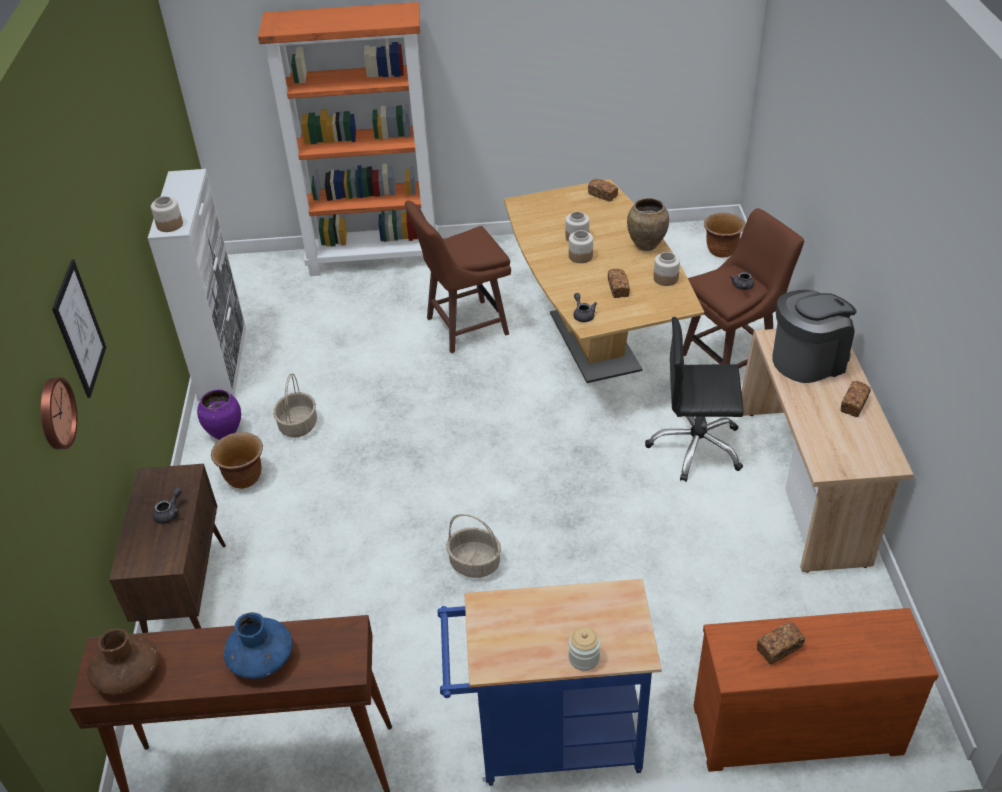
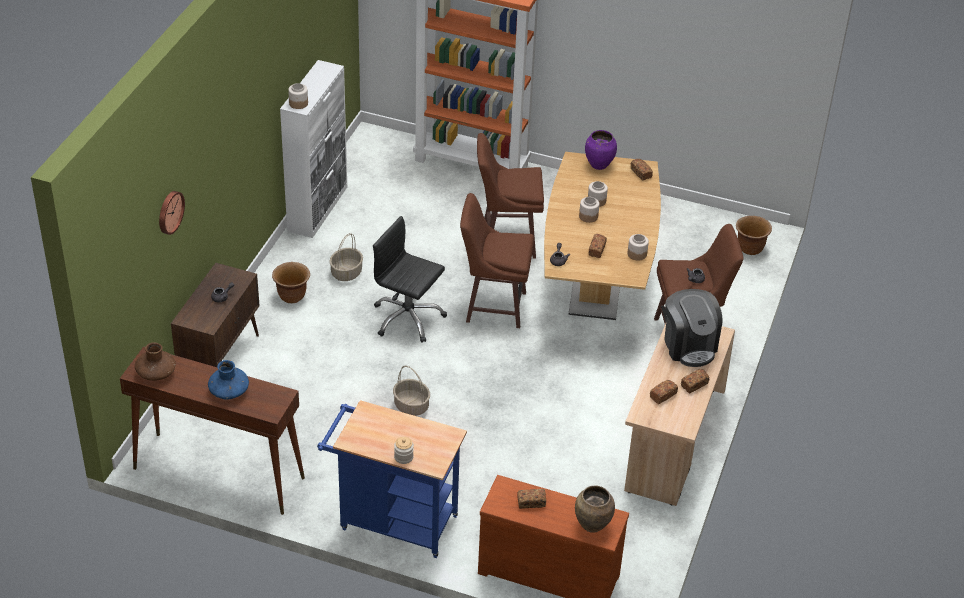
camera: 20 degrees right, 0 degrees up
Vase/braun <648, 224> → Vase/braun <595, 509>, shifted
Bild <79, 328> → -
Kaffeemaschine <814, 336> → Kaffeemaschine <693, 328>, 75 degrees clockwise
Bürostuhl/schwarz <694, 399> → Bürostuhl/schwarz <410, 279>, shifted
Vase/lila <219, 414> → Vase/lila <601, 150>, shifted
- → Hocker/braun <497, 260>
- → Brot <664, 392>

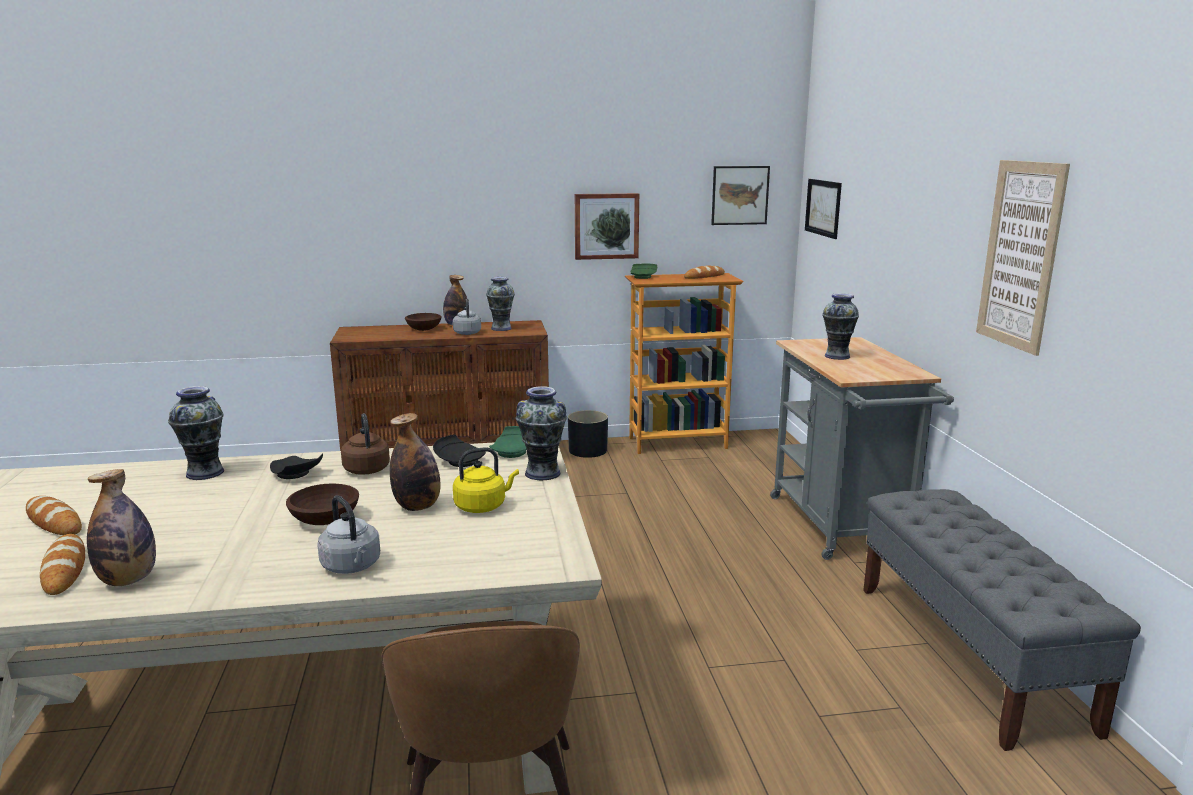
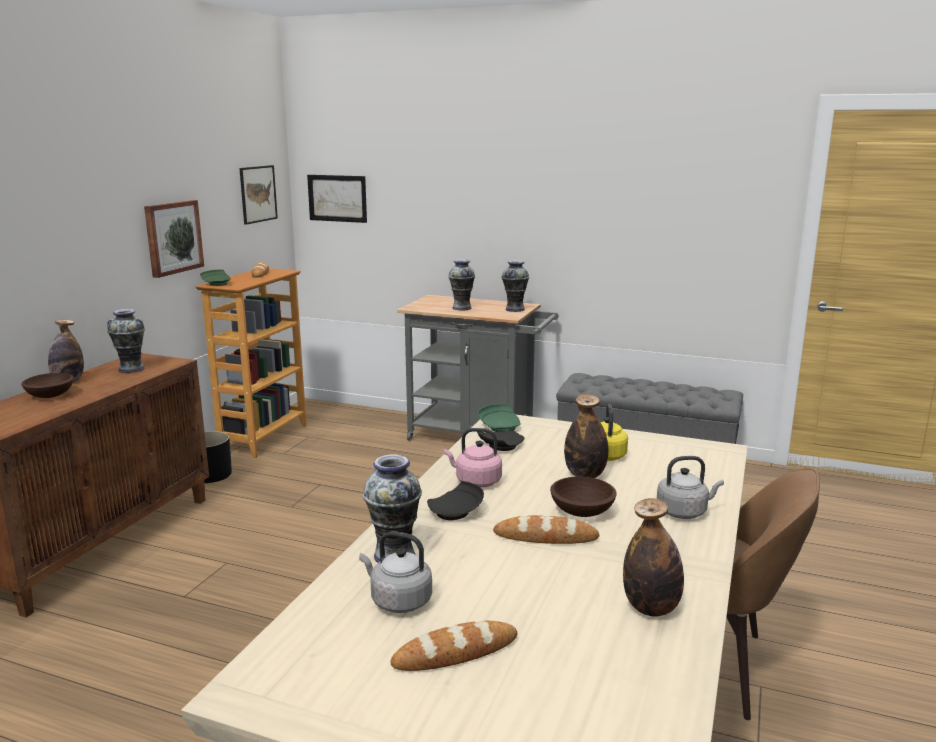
camera: 60 degrees left, 0 degrees up
Bild <1023, 258> → -
Wasserkessel/grau <467, 317> → Wasserkessel/grau <395, 572>, shifted
Vase <541, 433> → Vase <515, 286>, shifted
Wasserkessel/braun <365, 444> → Wasserkessel/rosa <473, 458>
Brot <62, 564> → Brot <546, 529>, shifted

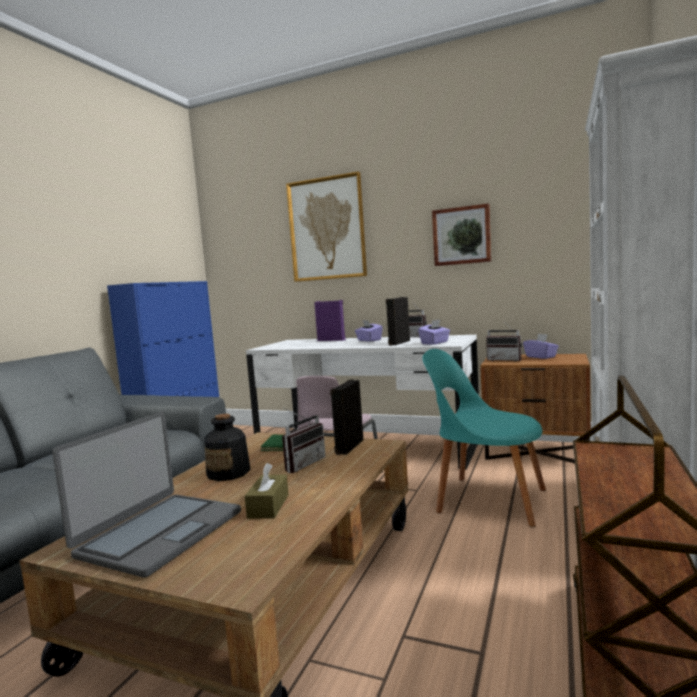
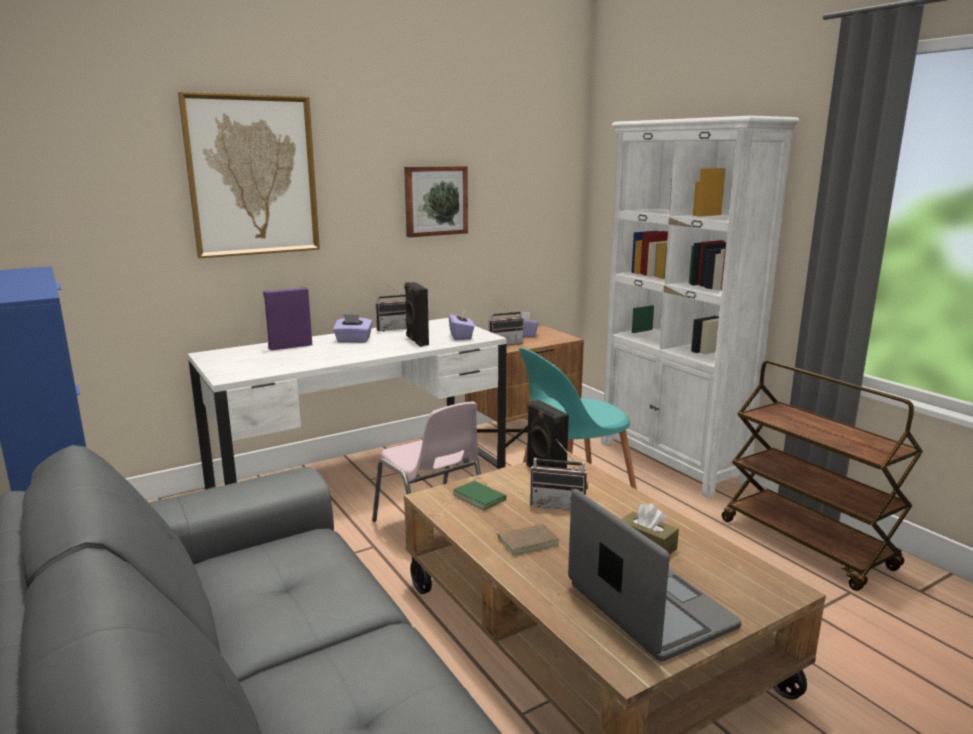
camera: 55 degrees left, 10 degrees up
Radio <304, 440> → Radio <559, 474>, 120 degrees clockwise
Flasche <227, 447> → Buch/braun <526, 540>

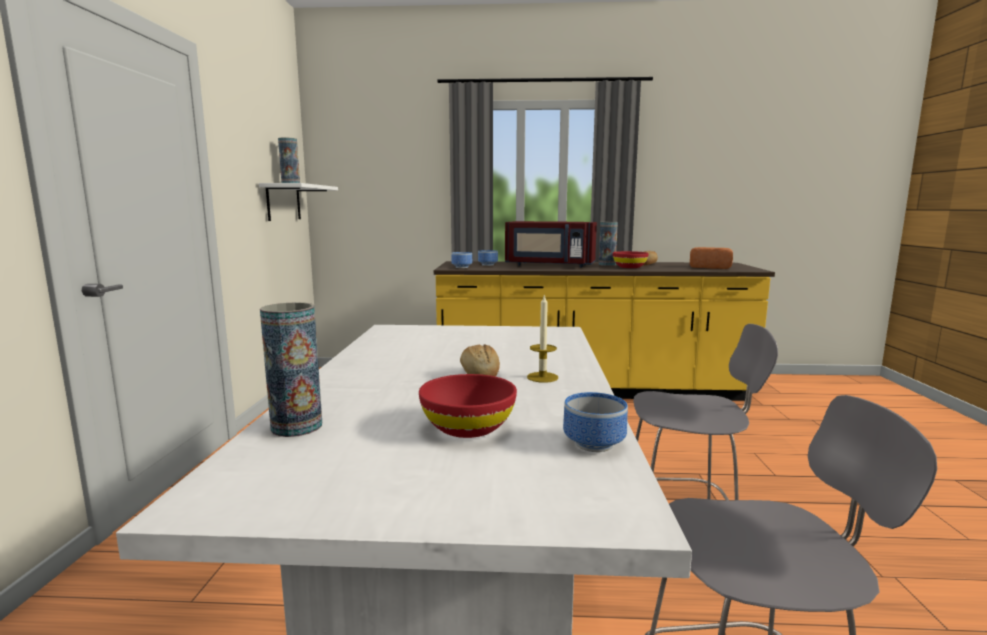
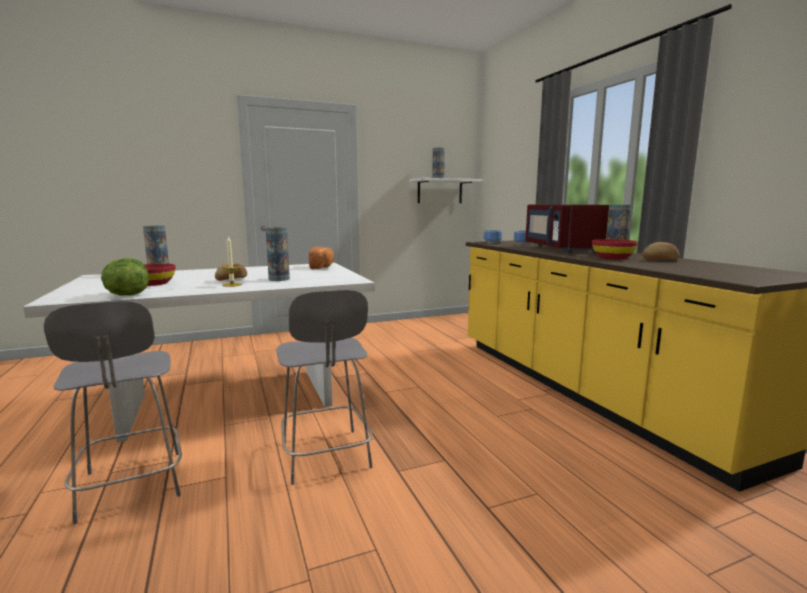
camera: 65 degrees right, 0 degrees up
Brot <711, 258> → Brot <321, 258>, shifted
Schüssel <595, 422> → Salatkopf <125, 277>
- → Vase <278, 254>

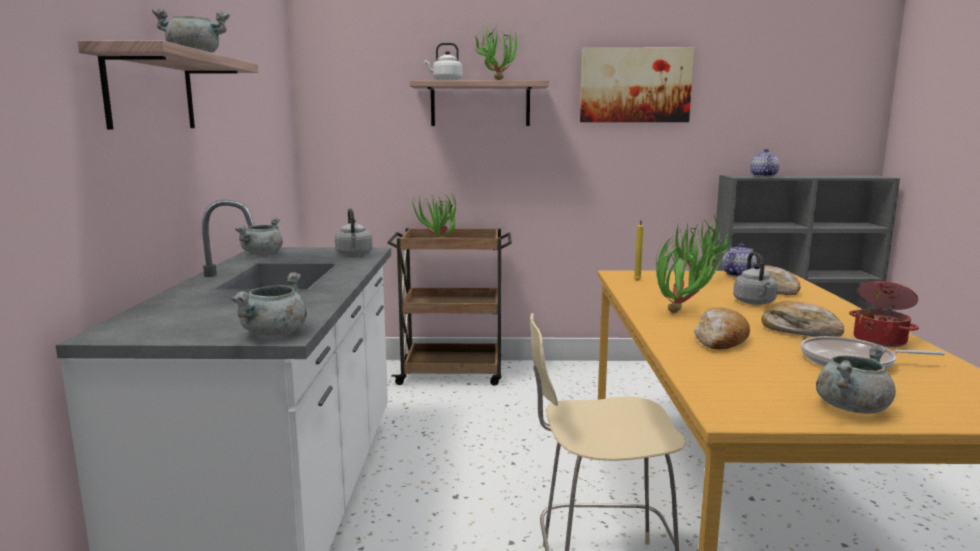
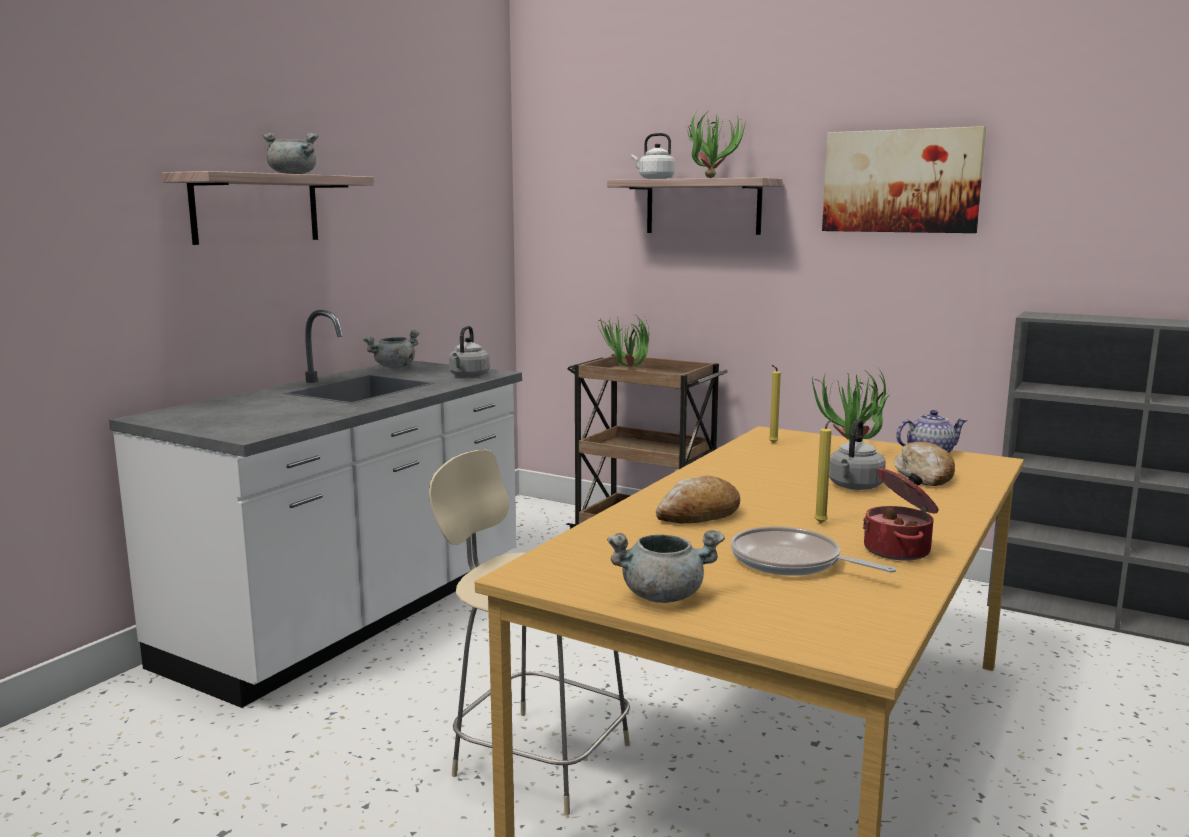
camera: 30 degrees right, 0 degrees up
Teekanne <765, 163> → -
Topfpflanze <690, 275> → -
Kochtopf/grau <269, 304> → -
Brot <803, 319> → Kerze/gelb <824, 470>

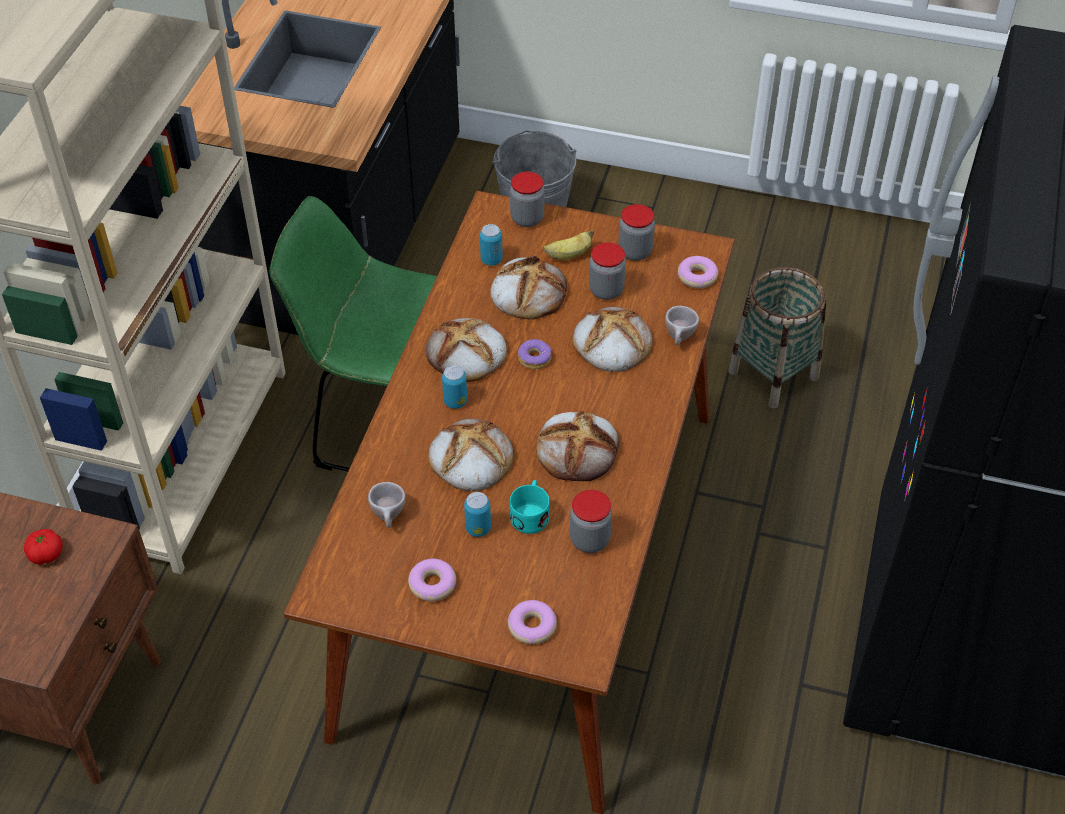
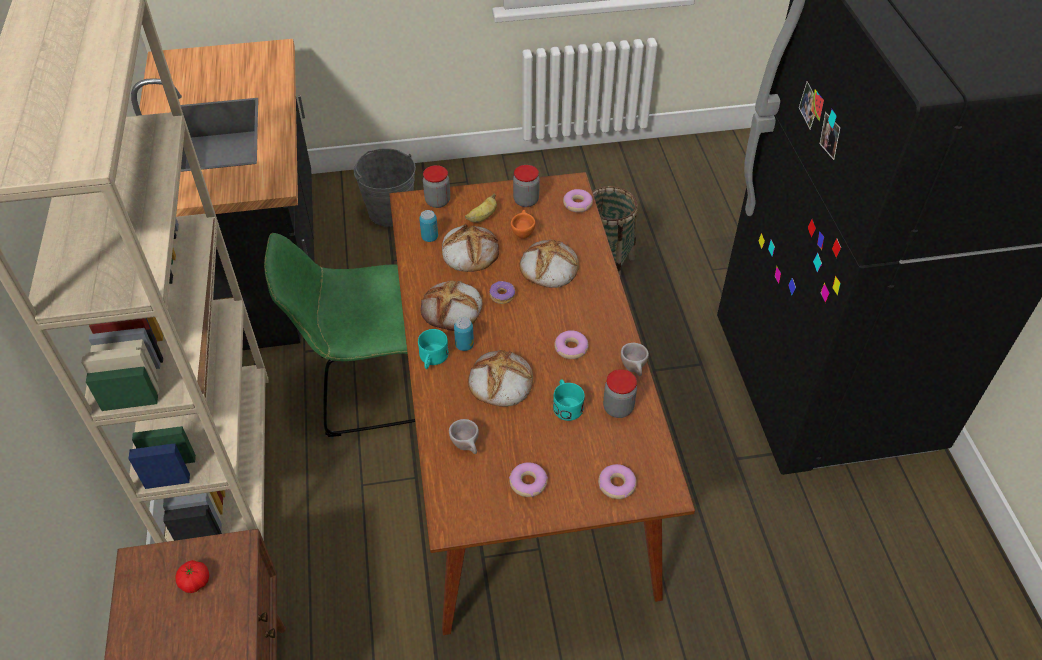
camera: 25 degrees left, 0 degrees up
Vorratsglas <607, 271> → Tasse/orange <523, 224>
Tasse/beige <682, 325> → Tasse/beige <635, 359>, shifted
Brot <577, 446> → Donut <571, 344>
Dose <477, 514> → -
- → Henkelbecher/türkis <433, 349>

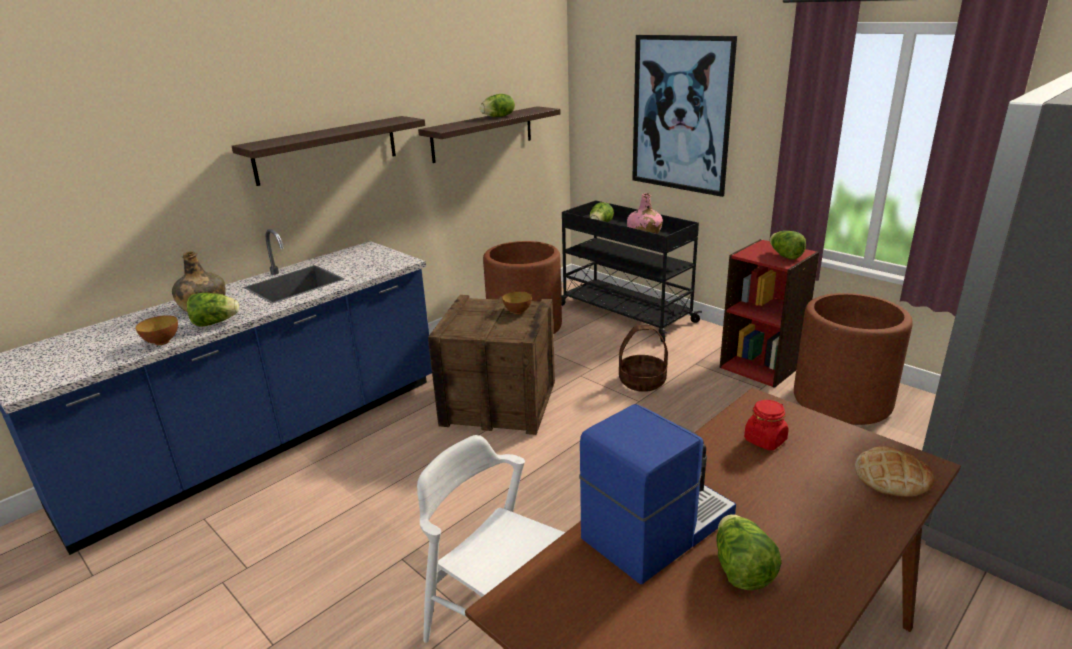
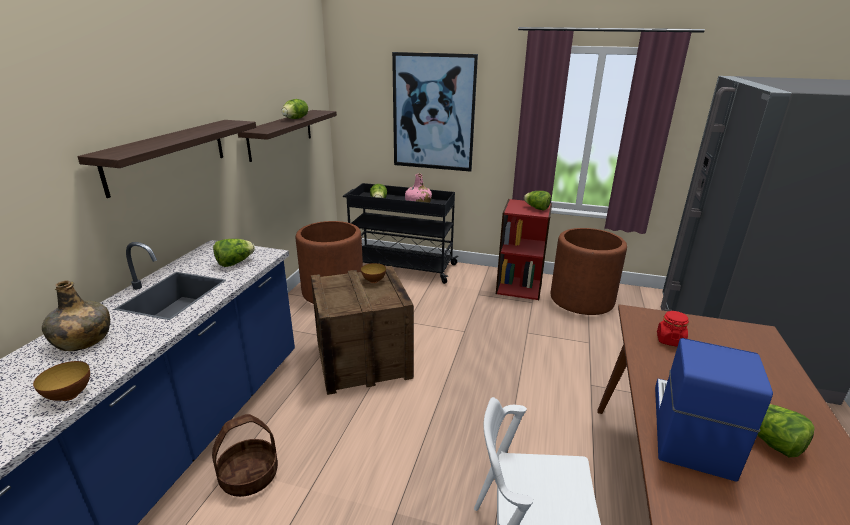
camera: 30 degrees left, 0 degrees up
Salatkopf <213, 310> → Salatkopf <234, 253>, shifted
Korb <643, 358> → Korb <245, 455>, shifted
Brot <894, 471> → -

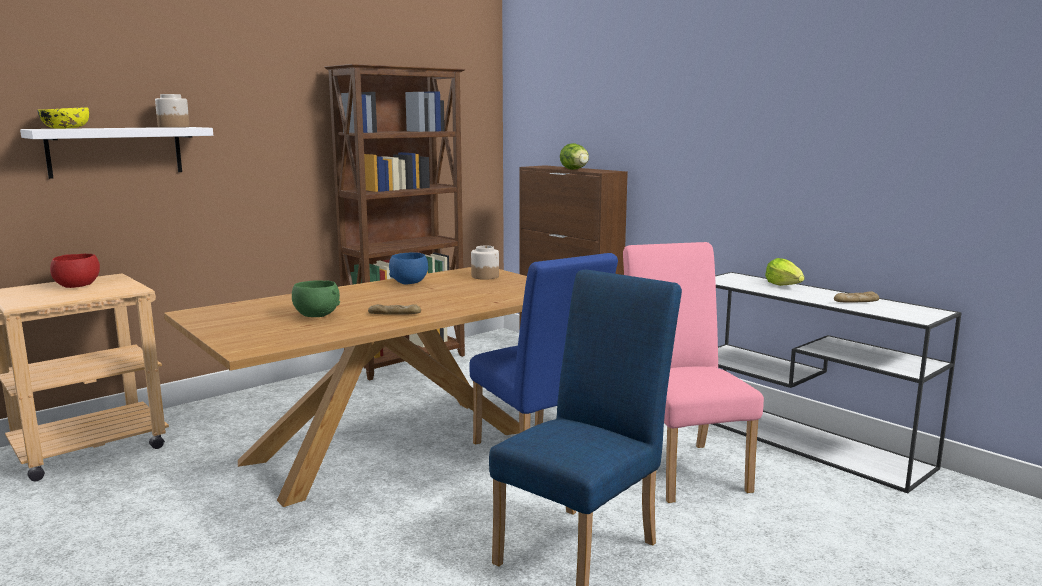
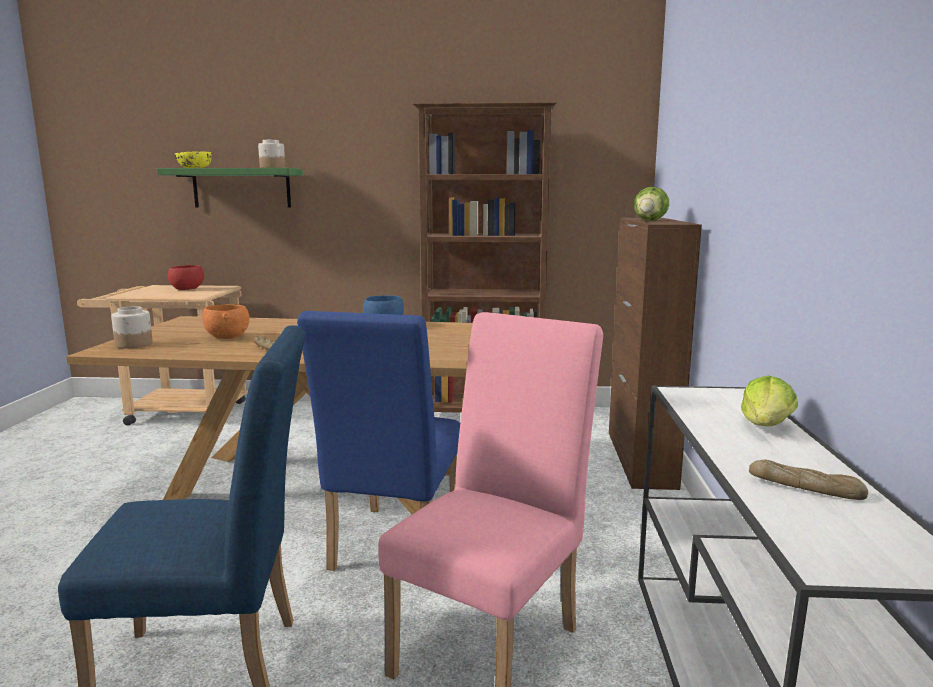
camera: 45 degrees right, 0 degrees up
Wandregal/weiß <116, 153> → Wandregal/grün <230, 188>
Vorratsglas <485, 263> → Vorratsglas <132, 327>, shifted
Schüssel/grün <316, 298> → Schüssel/orange <226, 321>

